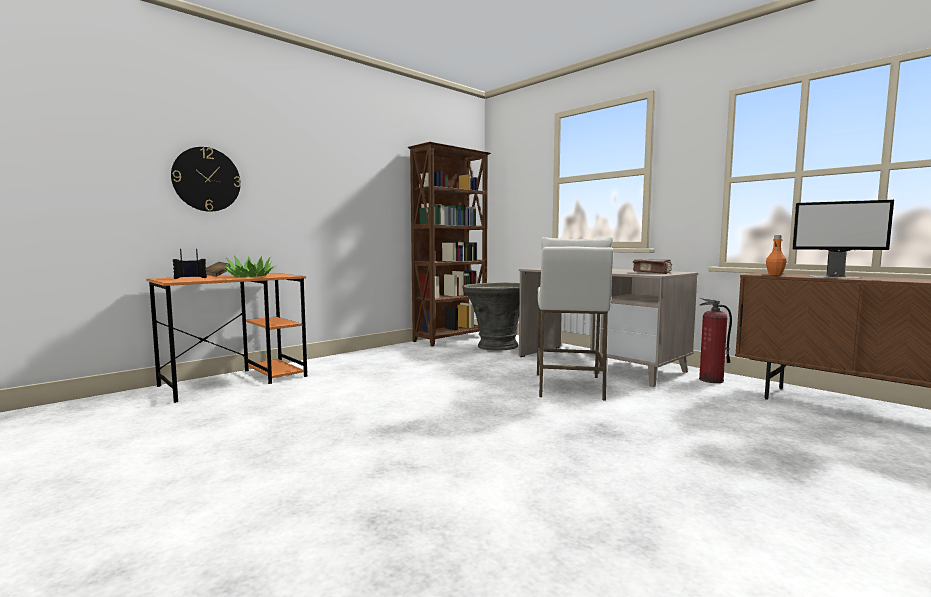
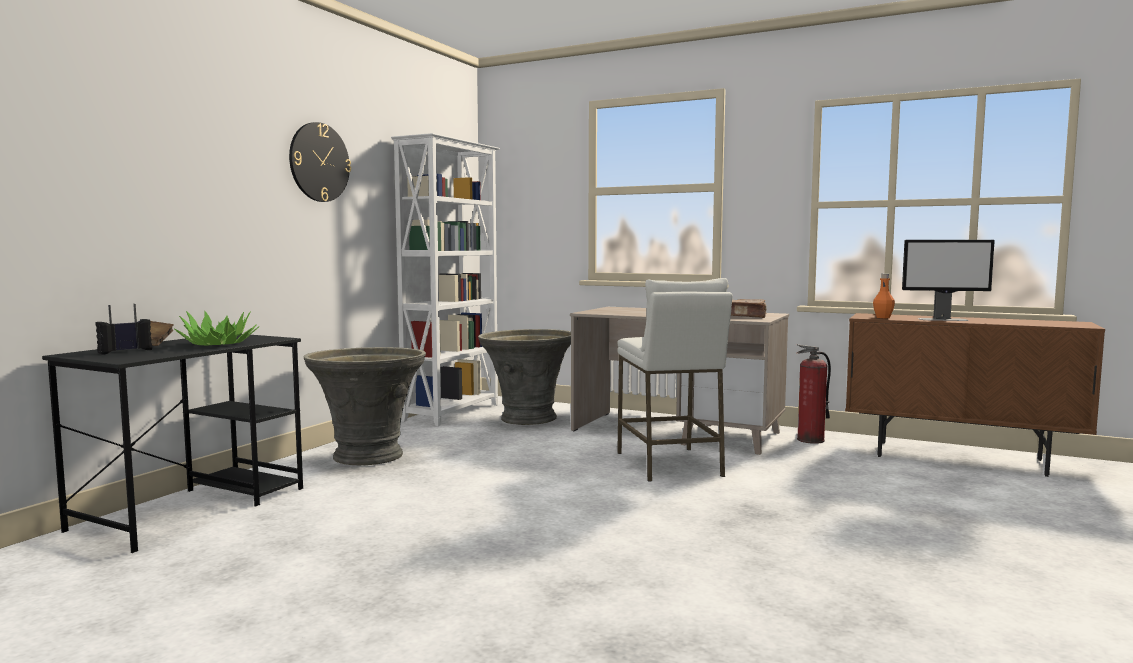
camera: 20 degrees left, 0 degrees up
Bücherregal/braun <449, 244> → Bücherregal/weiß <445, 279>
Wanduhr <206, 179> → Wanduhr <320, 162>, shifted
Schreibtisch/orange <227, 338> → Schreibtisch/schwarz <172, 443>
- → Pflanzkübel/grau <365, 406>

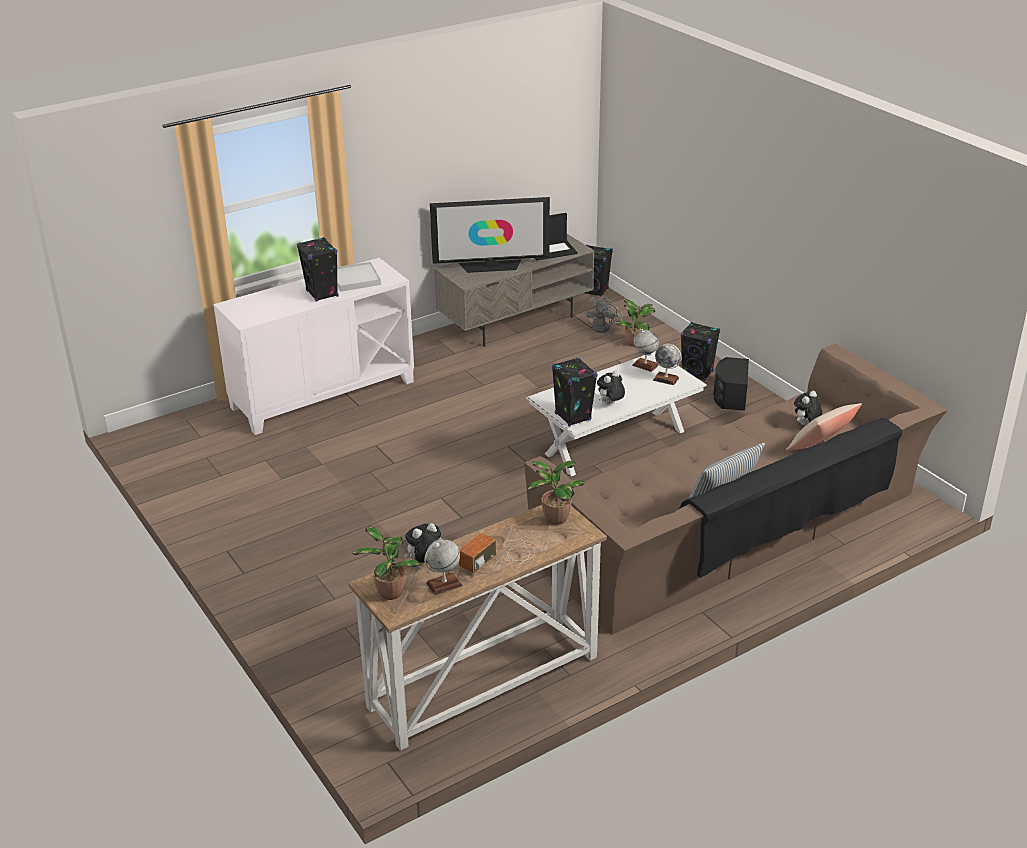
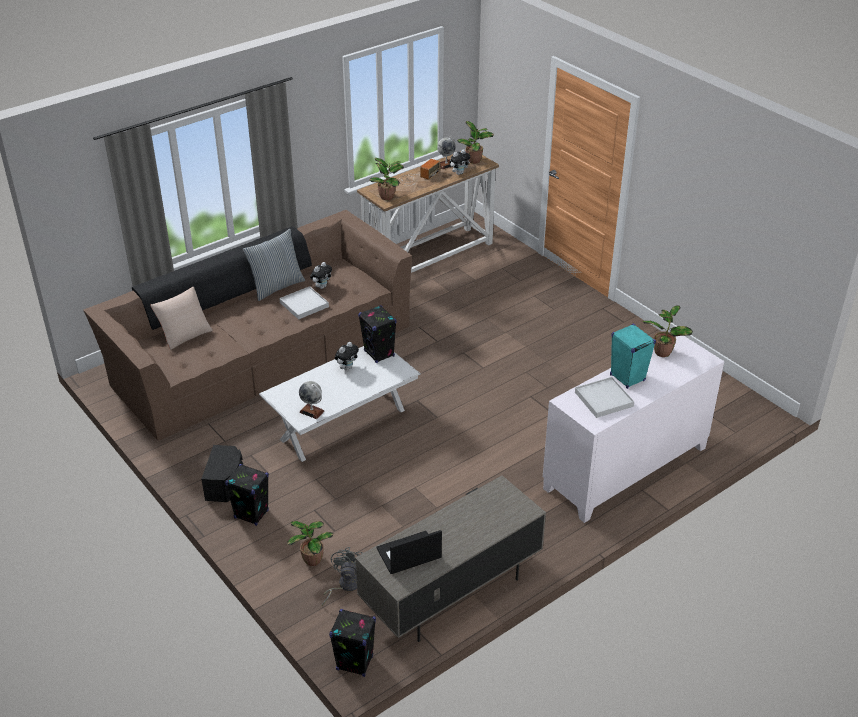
camera: 175 degrees right, 5 degrees up
Fernseher <490, 235> → -
Lautsprecher/schwarz <317, 269> → Lautsprecher/türkis <633, 356>
Globus <667, 364> → -
Plüschtier <808, 408> → Plüschtier <321, 275>, shifted
- → Tablett/weiß <304, 303>
- → Topfpflanze <667, 331>

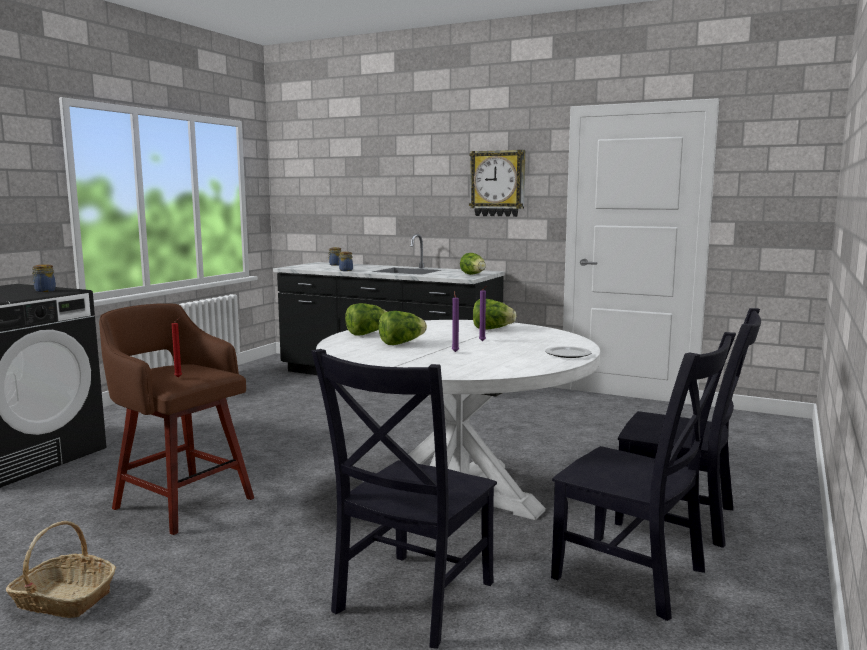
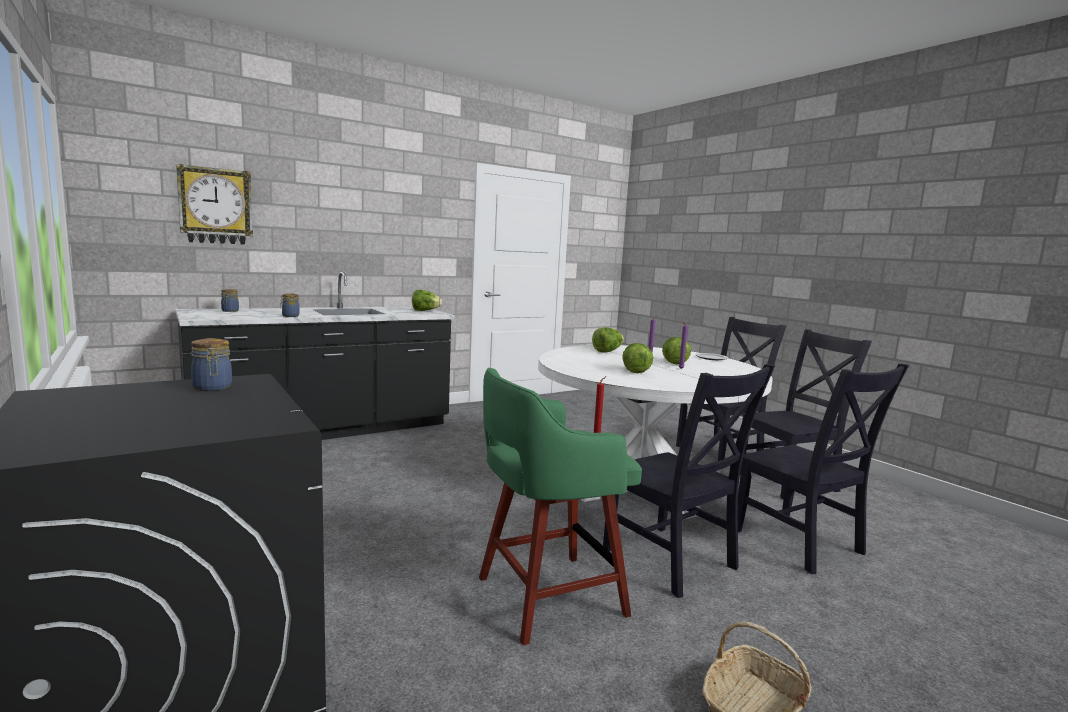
camera: 60 degrees left, 0 degrees up
Wanduhr <497, 183> → Wanduhr <214, 204>, shifted
Hocker/braun <176, 419> → Hocker/grün <560, 506>
Salatkopf <366, 319> → Salatkopf <676, 351>, shifted
- → Stuhl/schwarz <689, 481>

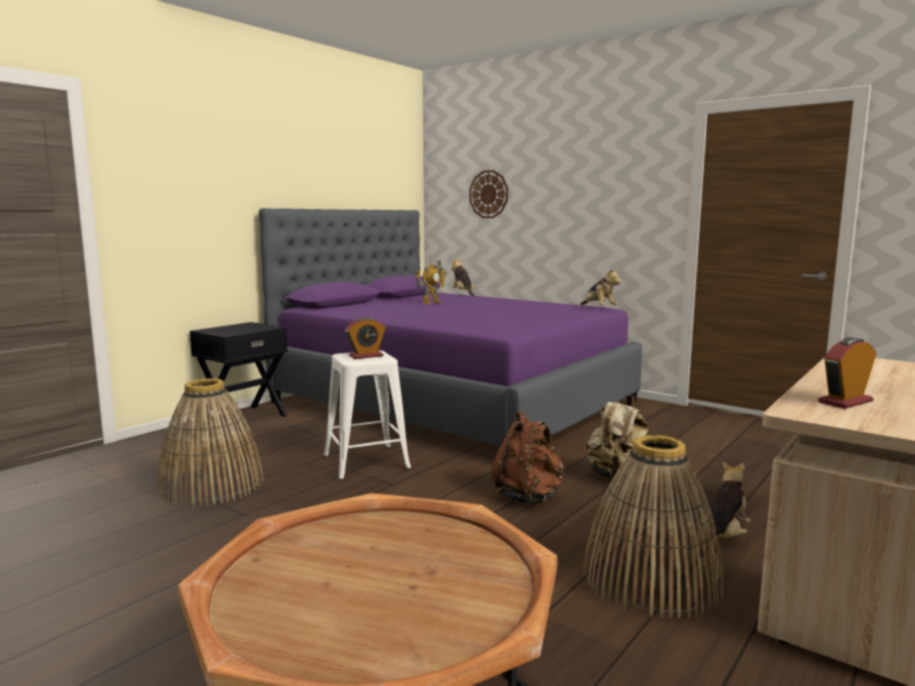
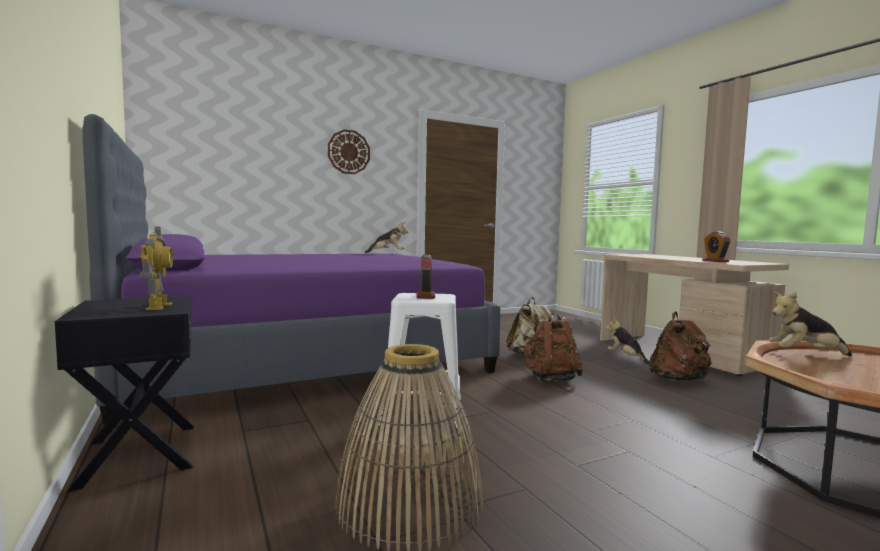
camera: 65 degrees left, 5 degrees down
Wanduhr <488, 194> → Wanduhr <349, 151>, shifted
Plüschtier <463, 277> → Plüschtier <810, 323>, shifted
Spielzeugroboter <431, 282> → Spielzeugroboter <156, 268>, shifted
Korb <653, 527> → Rucksack/braun <680, 346>

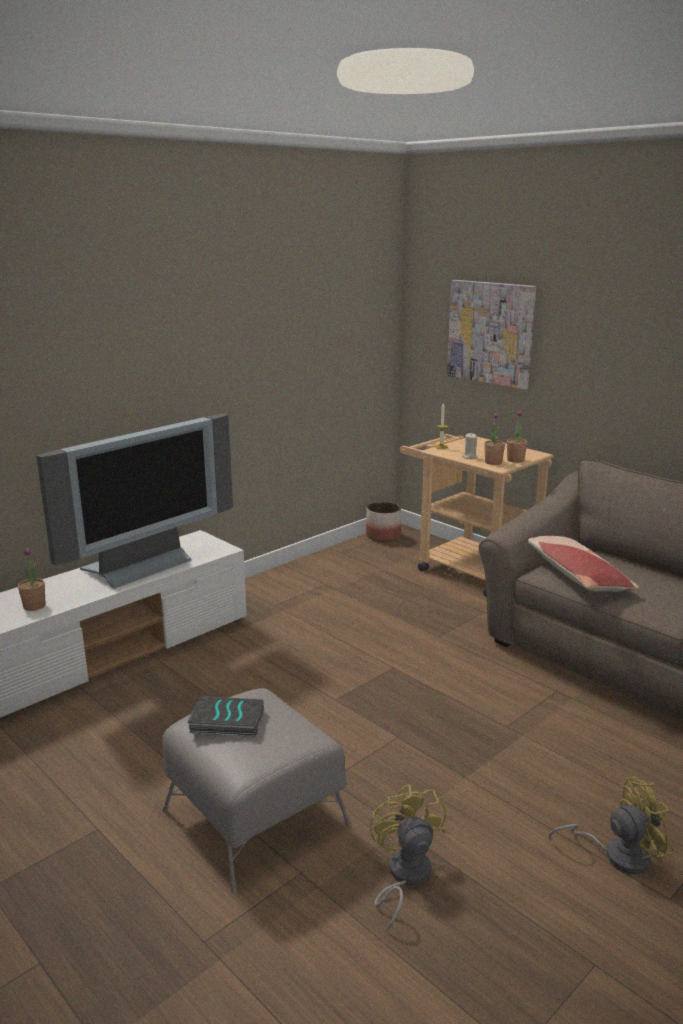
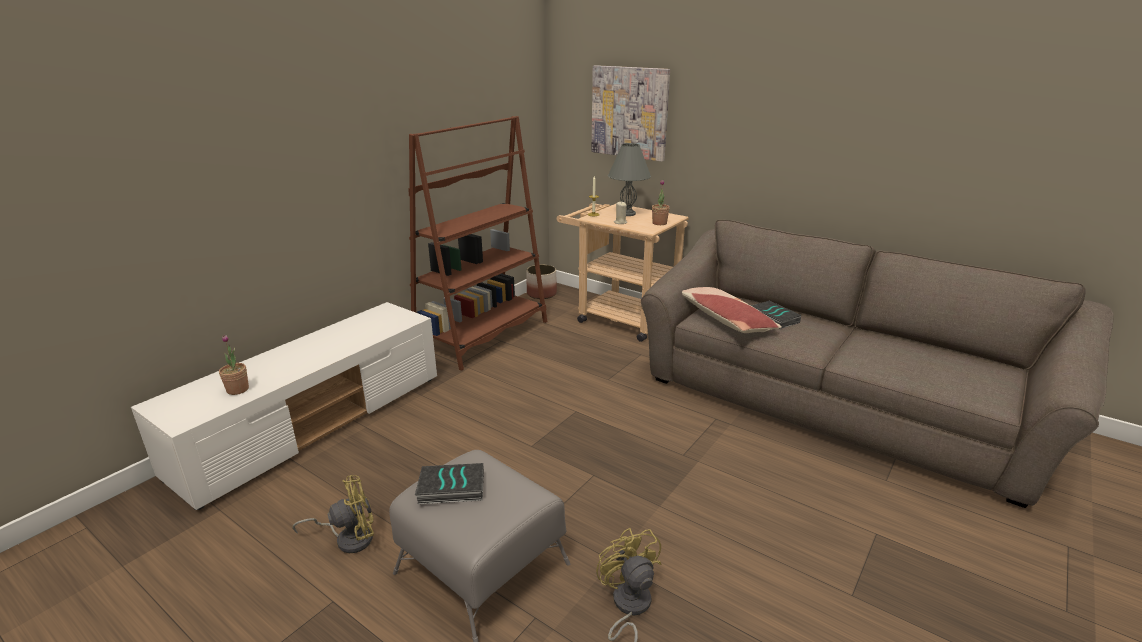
camera: 10 degrees left, 5 degrees up
Topfpflanze <494, 439> → -
Fernseher <134, 501> → -
Ventilator/gelb <611, 825> → Ventilator/gelb <333, 514>, shifted
- → Bücherregal/braun <478, 243>
- → Tischlampe/grau <629, 179>
- → Buch <776, 315>

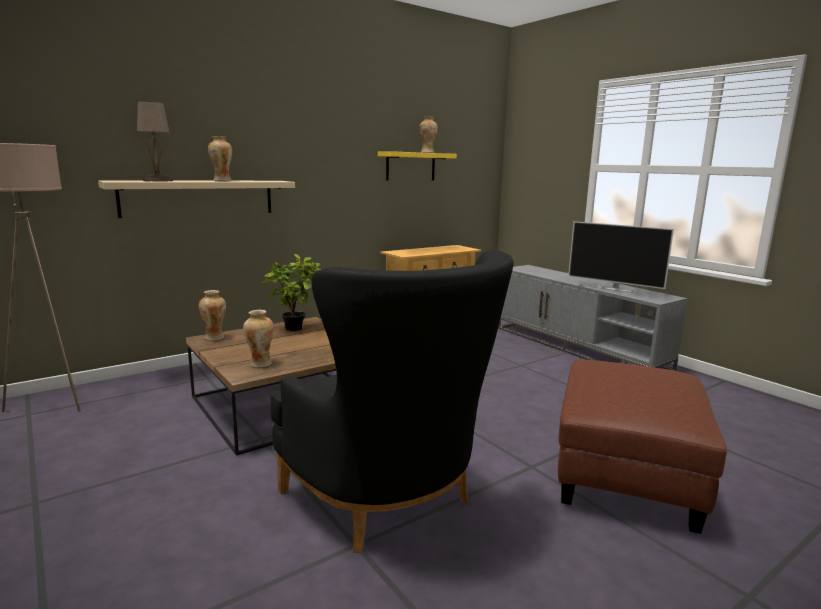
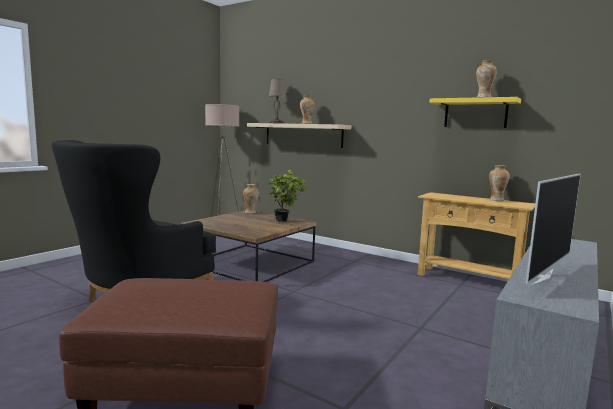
camera: 70 degrees right, 5 degrees down
Fernseher <621, 257> → Fernseher <553, 230>, 150 degrees counterclockwise
Vase <258, 339> → Vase <499, 183>, shifted

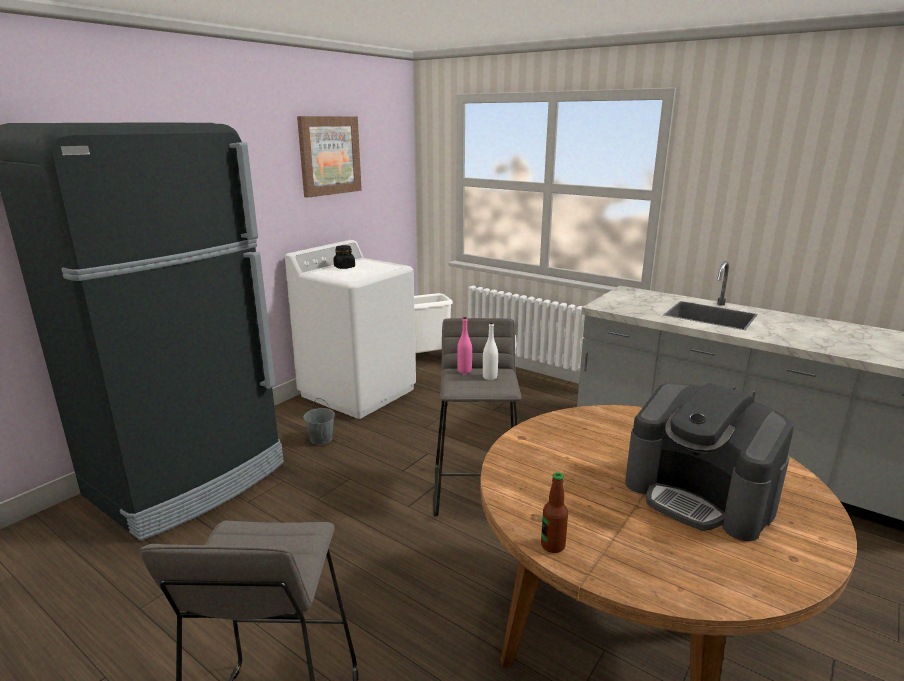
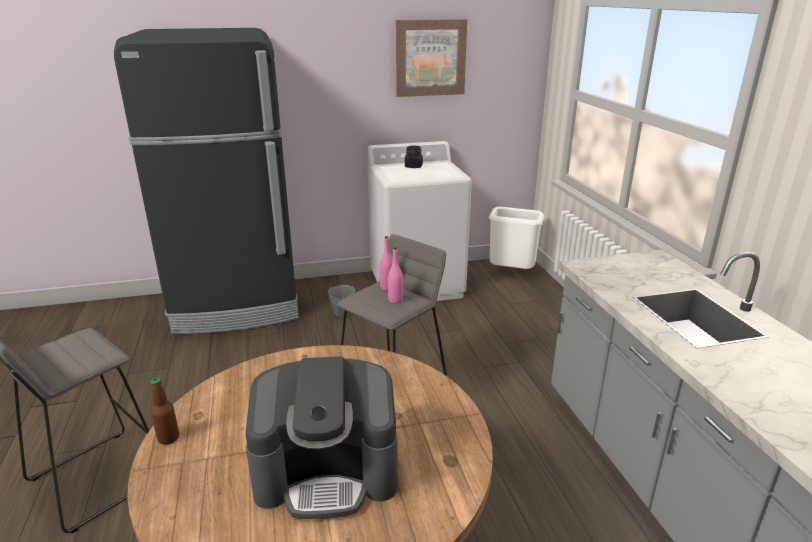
camera: 40 degrees right, 5 degrees up
Flasche/weiß <490, 351> → Flasche/rosa <395, 275>
Kaffeemaschine <709, 462> → Kaffeemaschine <322, 437>, 90 degrees counterclockwise

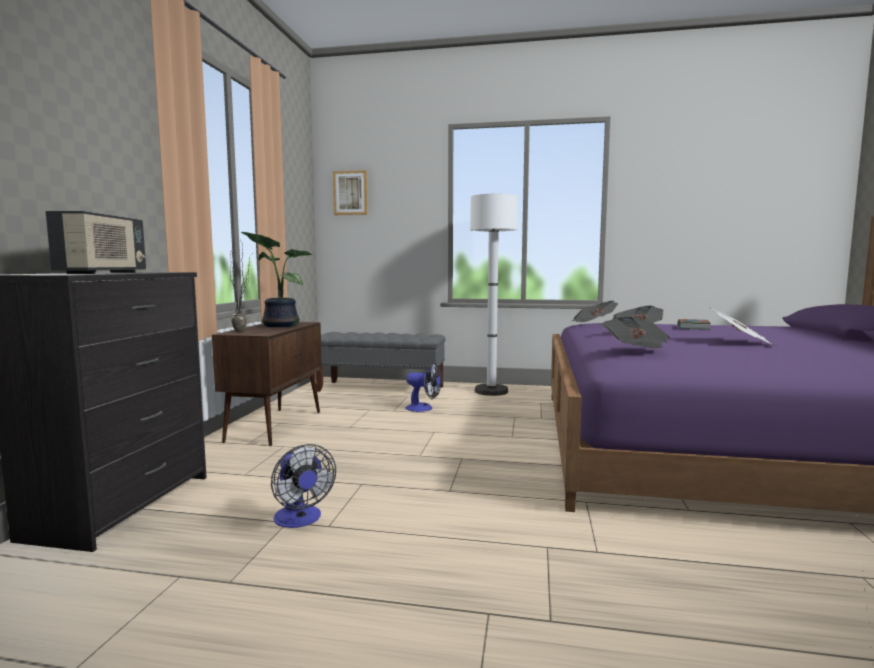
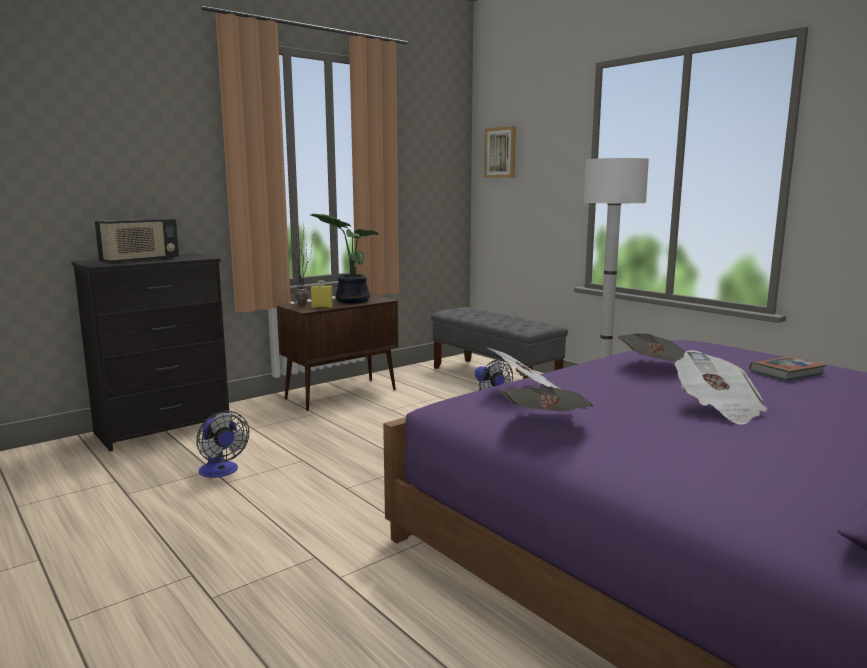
camera: 40 degrees right, 5 degrees up
Zeitung <595, 311> → Zeitung <546, 399>, shifted
Ventilator <303, 486> → Ventilator <223, 444>, 45 degrees counterclockwise
- → Flasche/gelb <322, 294>

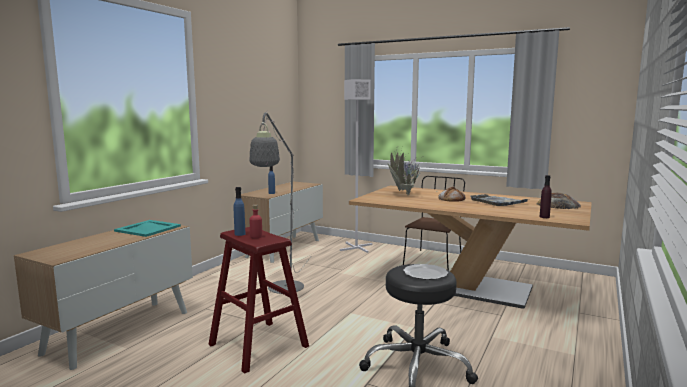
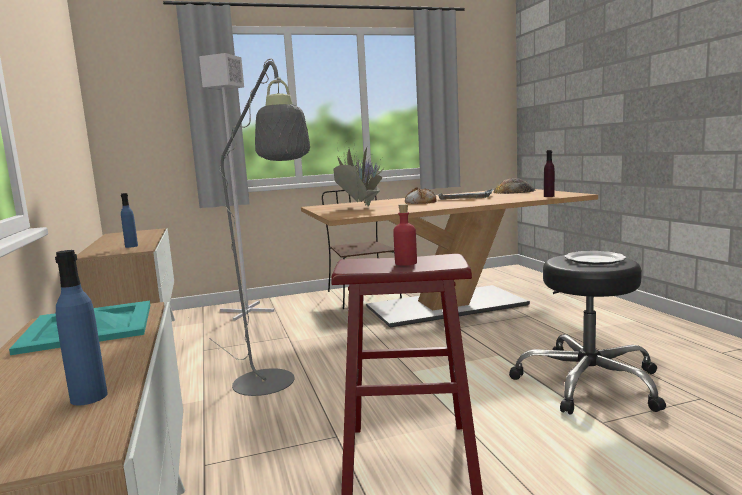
camera: 45 degrees left, 0 degrees up
Flasche/blau <240, 211> → Flasche/blau <81, 327>, shifted

